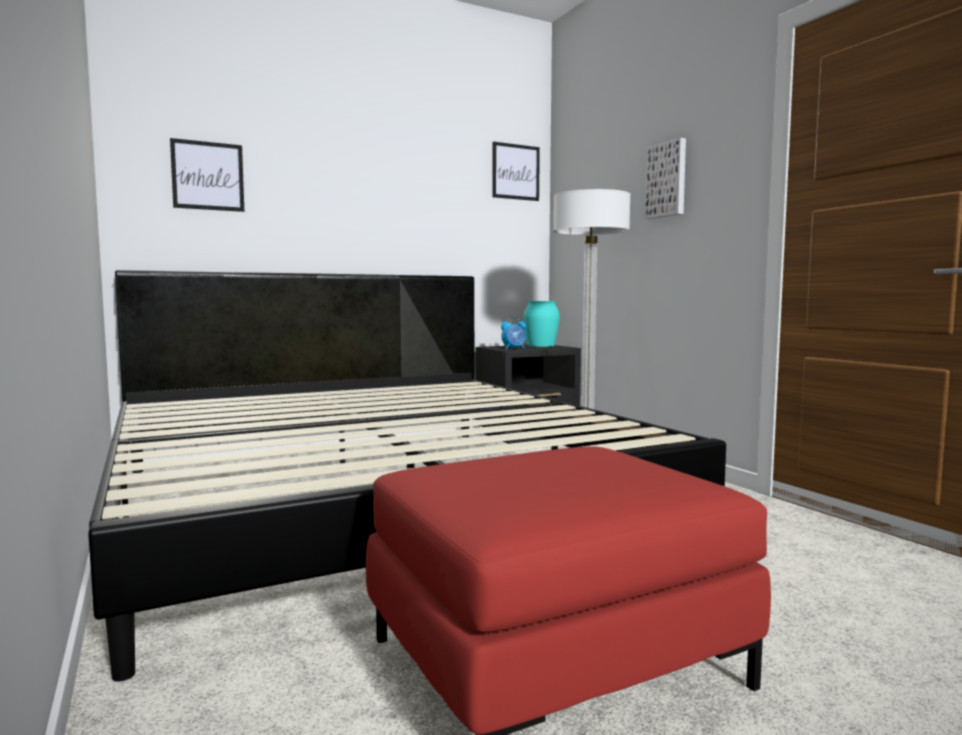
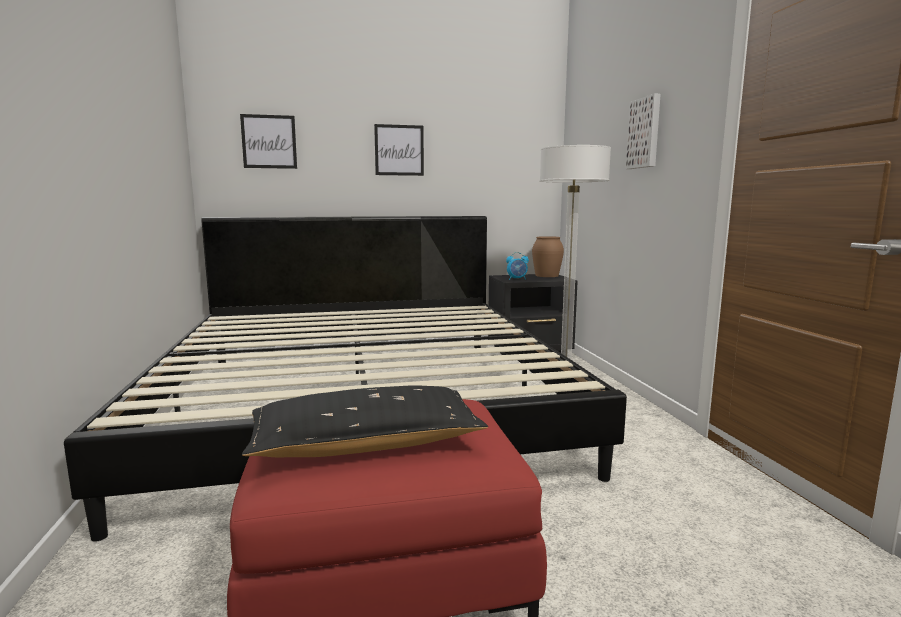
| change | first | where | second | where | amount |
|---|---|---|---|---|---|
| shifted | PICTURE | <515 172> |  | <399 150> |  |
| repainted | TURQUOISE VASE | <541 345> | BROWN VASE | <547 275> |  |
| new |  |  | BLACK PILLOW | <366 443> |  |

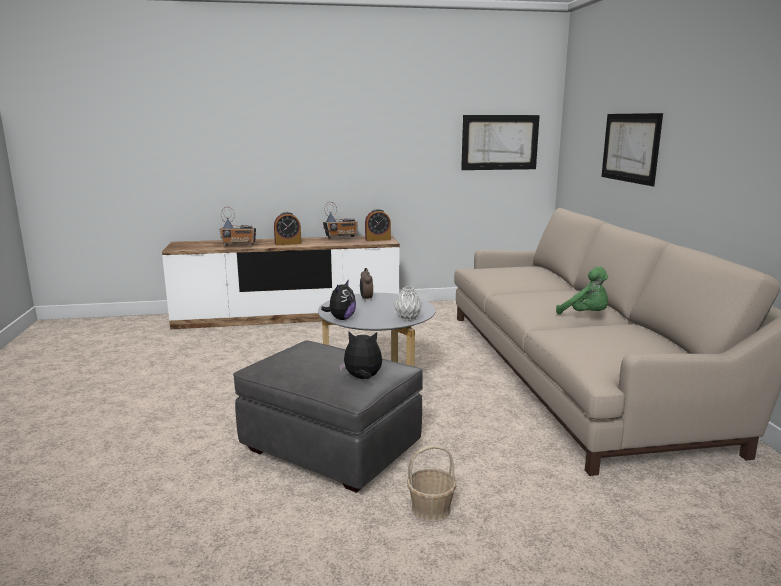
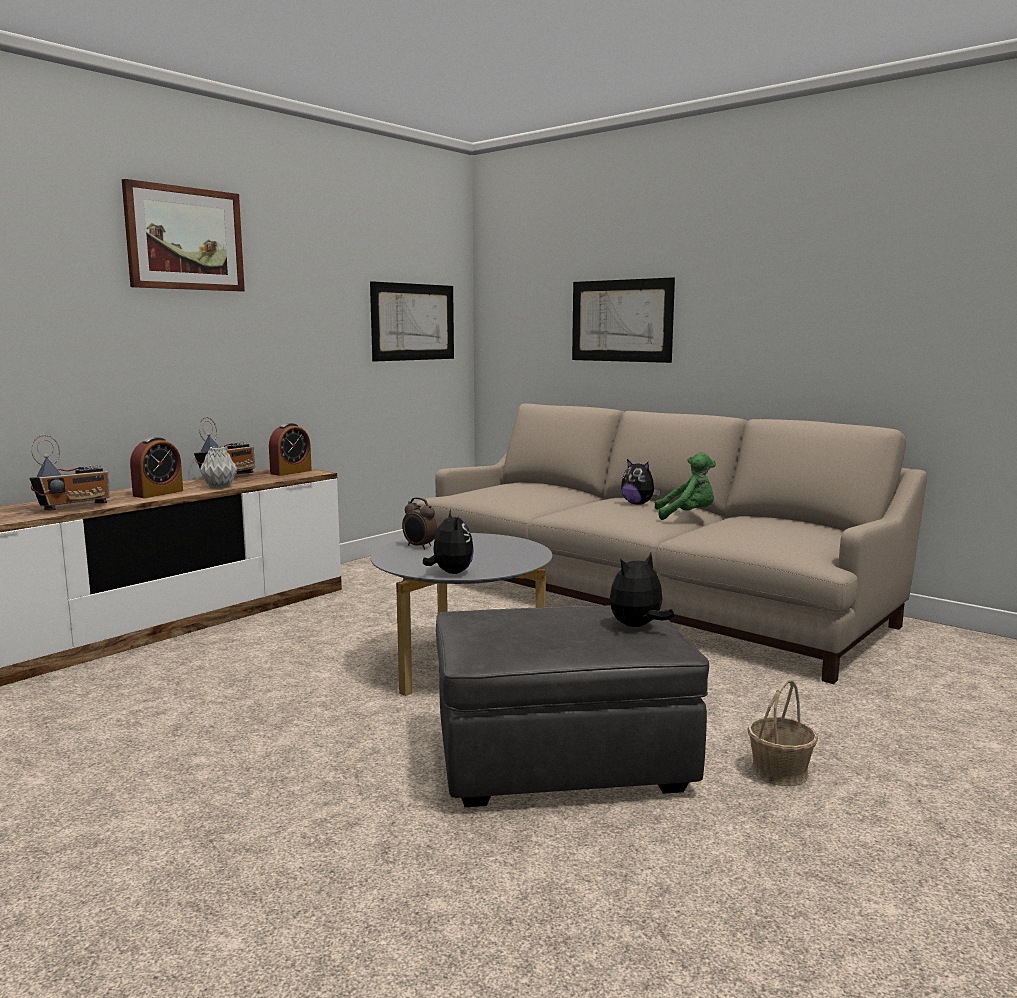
| change | first | where | second | where | amount |
|---|---|---|---|---|---|
| shifted | GREY VASE | <407 319> |  | <219 487> |  |
| new |  |  | PICTURE | <185 239> |  |
| new |  |  | PLUSH TOY | <638 504> |  |

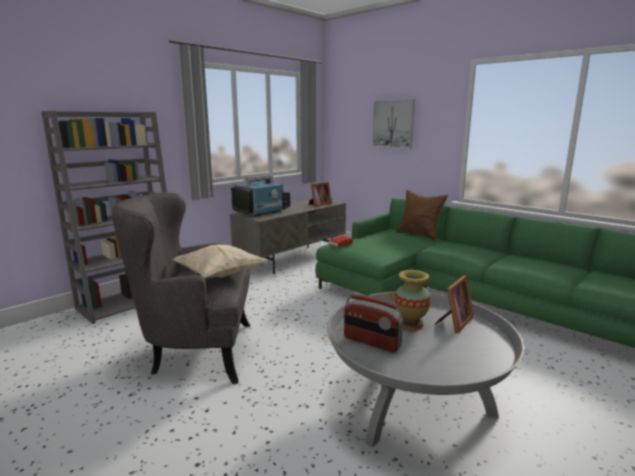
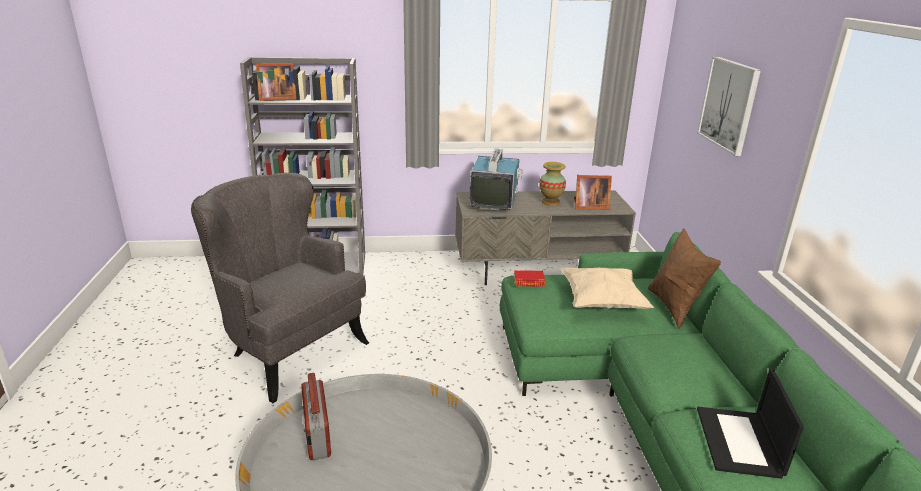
| change | first | where | second | where | amount |
|---|---|---|---|---|---|
| rotated | TELEVISION | <262 212> |  | <494 200> | 75 degrees counterclockwise |
| shifted | BEIGE PILLOW | <220 275> |  | <602 302> |  |
| shifted | VASE | <410 324> |  | <550 202> |  |
| shifted | PICTURE FRAME | <454 322> |  | <276 99> |  |
| new |  |  | LAPTOP | <739 442> |  |

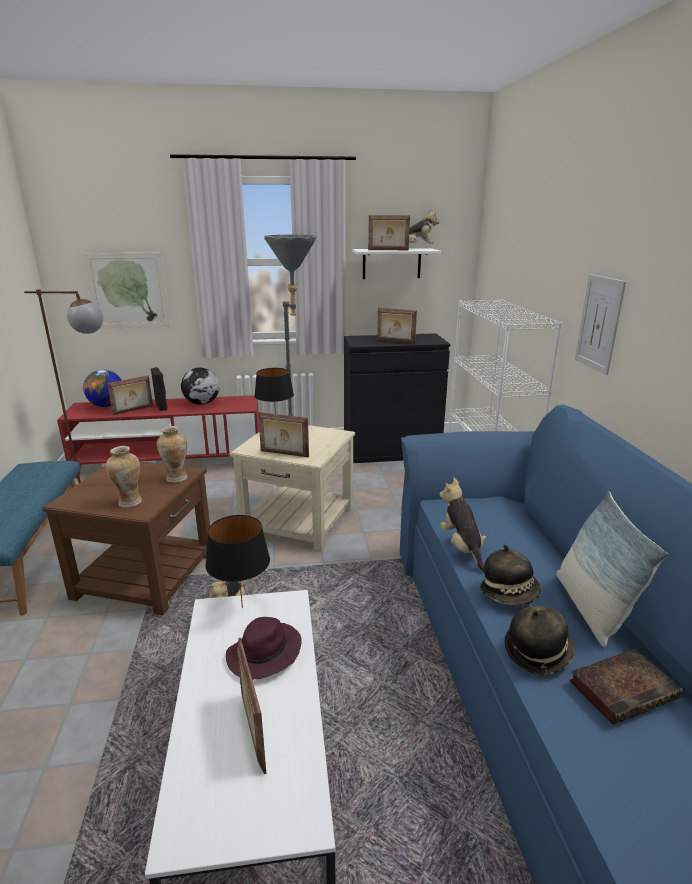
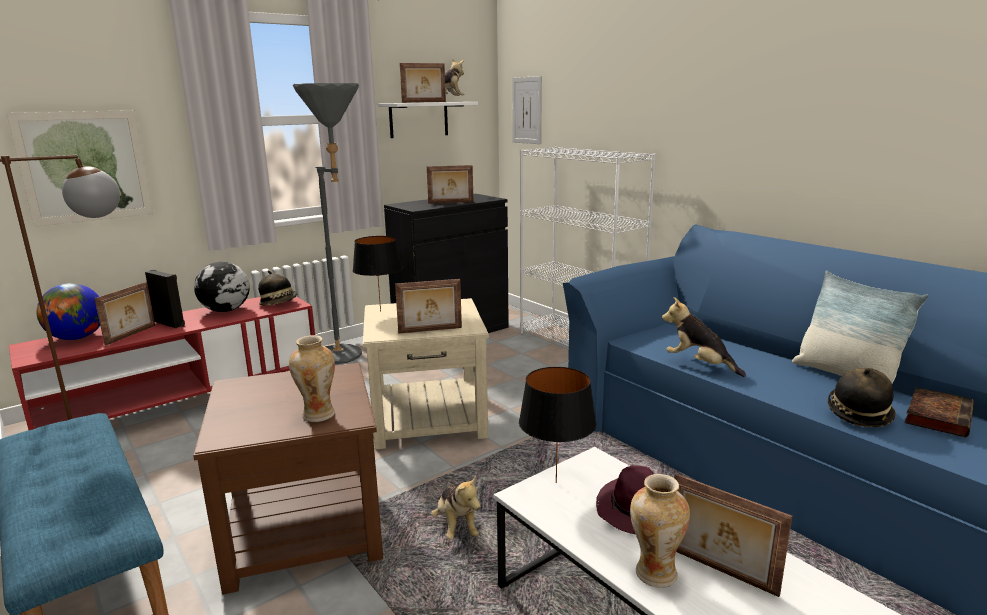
| change | first | where | second | where | amount |
|---|---|---|---|---|---|
| shifted | PICTURE | <599 323> |  | <527 110> |  |
| shifted | VASE | <176 478> |  | <654 573> |  |
| shifted | HAT | <509 593> |  | <279 303> |  |

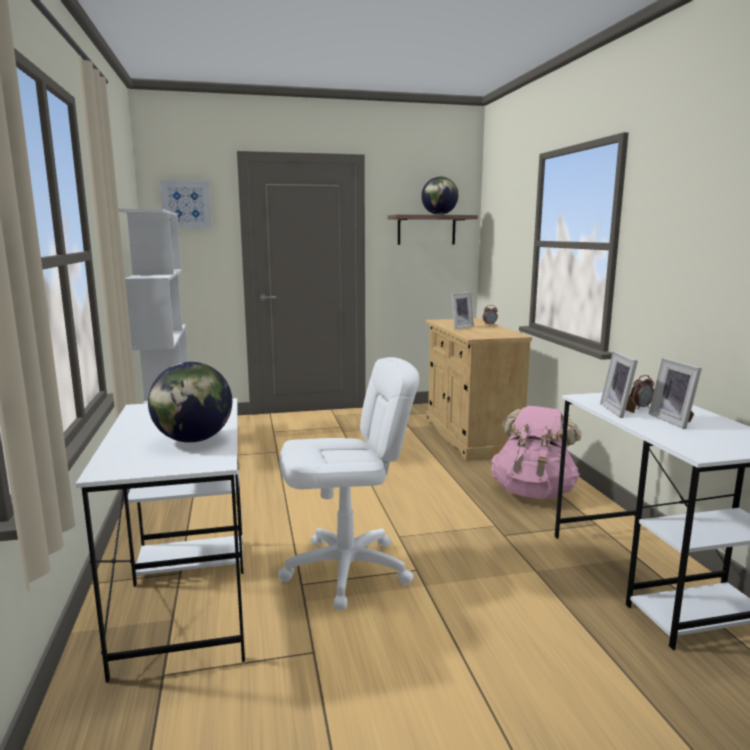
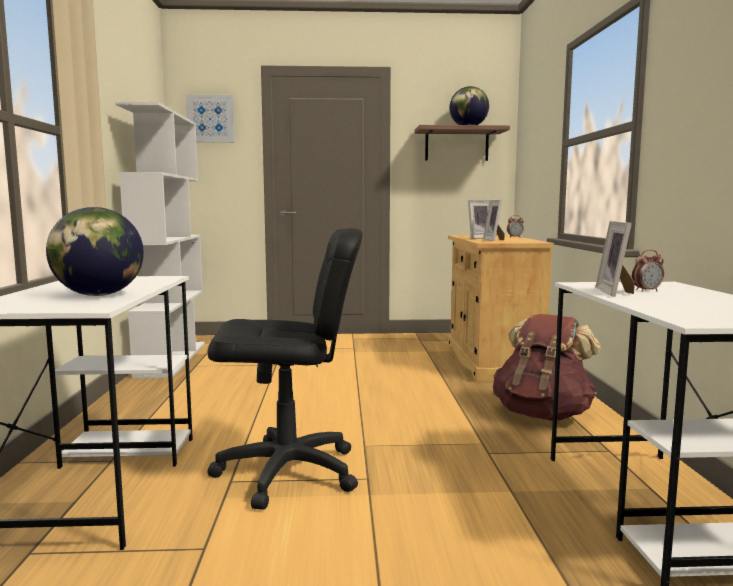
| change | first | where | second | where | amount |
|---|---|---|---|---|---|
| repainted | WHITE OFFICE CHAIR | <347 570> | BLACK OFFICE CHAIR | <288 472> |  |
| shifted | PICTURE FRAME | <674 420> |  | <495 240> |  |
| repainted | PINK BACKPACK | <533 492> | BROWN BACKPACK | <543 415> |  |

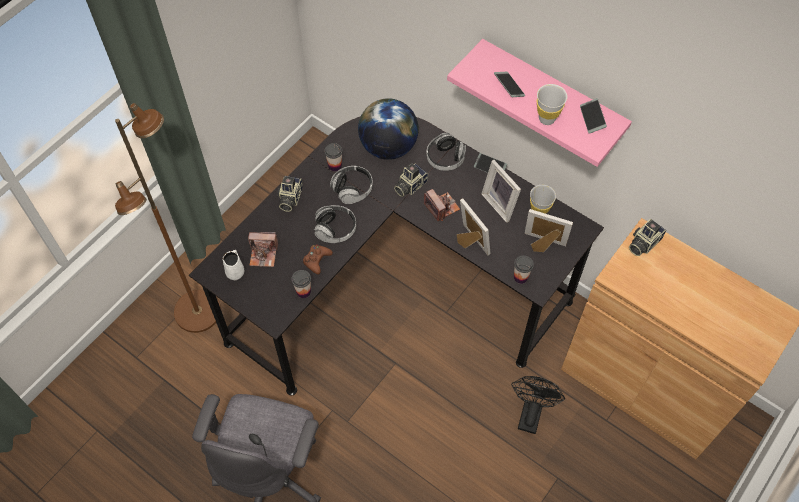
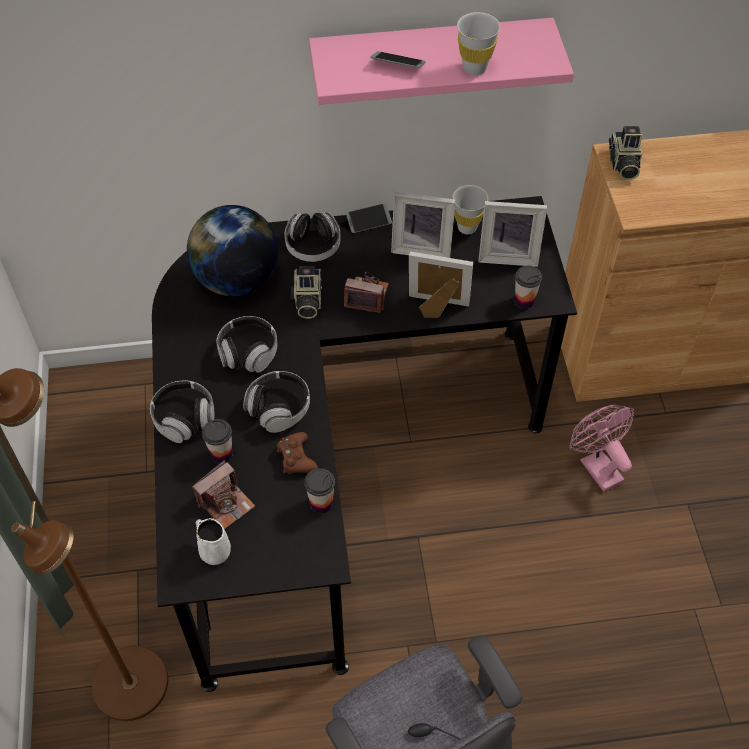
| change | first | where | second | where | amount |
|---|---|---|---|---|---|
| gone | PHONE | <592 118> |  |  |  |
| shifted | CUP | <335 166> |  | <221 454> |  |
| swapped | PHOTO CAMERA | <289 198> | HEADPHONES | <184 418> |  |
| rotated | PICTURE FRAME | <543 245> |  | <508 255> | 150 degrees counterclockwise |
| repainted | BLACK FAN | <530 412> | PINK FAN | <596 466> |  |

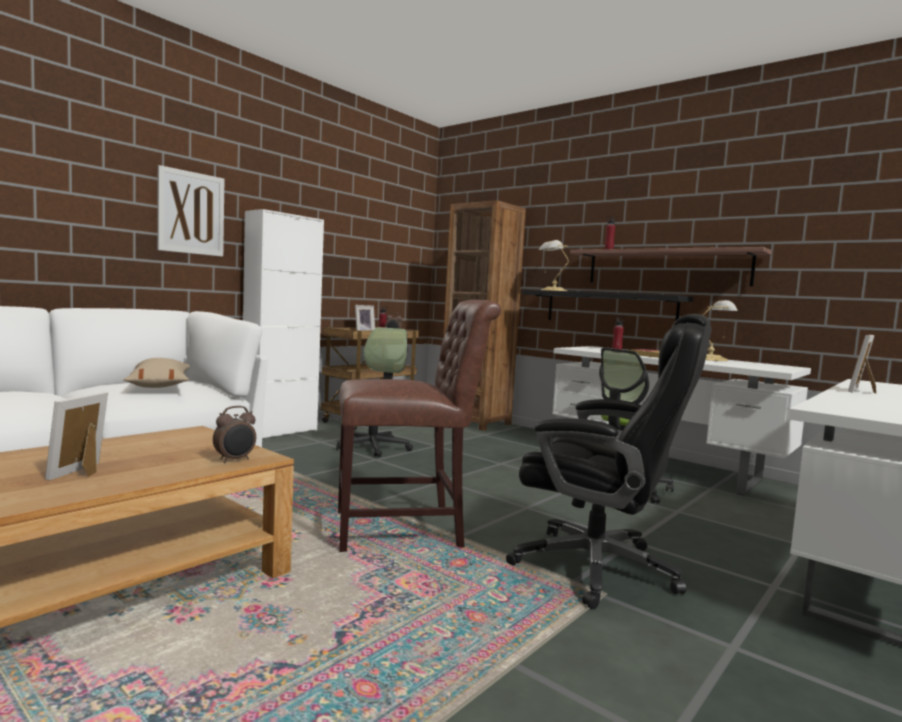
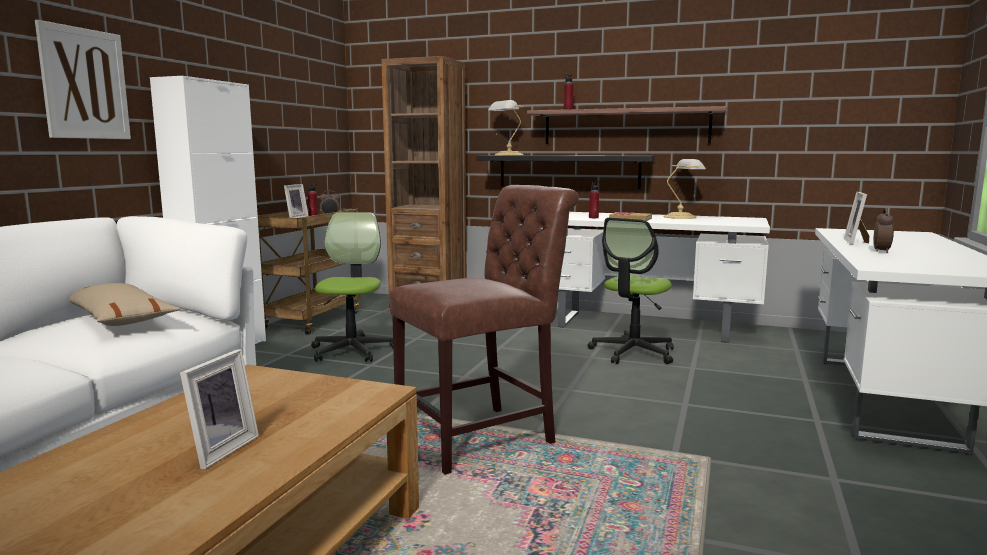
| change | first | where | second | where | amount |
|---|---|---|---|---|---|
| gone | BLACK OFFICE CHAIR | <599 568> |  |  |  |
| rotated | PICTURE FRAME | <83 472> |  | <219 450> | 150 degrees counterclockwise |
| shifted | ALARM CLOCK | <235 460> |  | <882 251> |  |

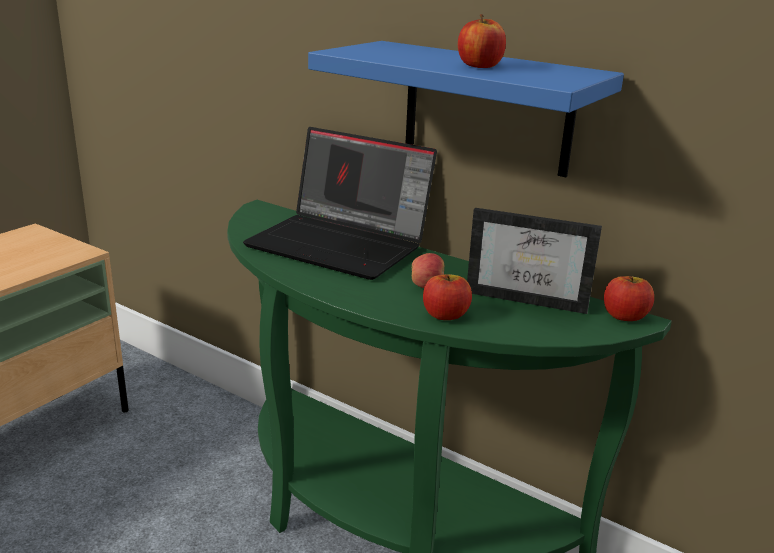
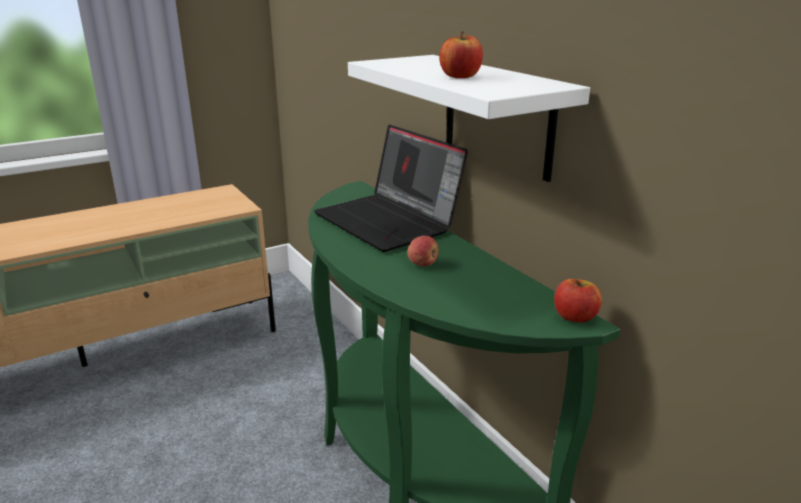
| change | first | where | second | where | amount |
|---|---|---|---|---|---|
| repainted | BLUE SHELF | <487 108> | WHITE SHELF | <497 115> |  |
| gone | PICTURE FRAME | <530 297> |  |  |  |
| gone | APPLE | <445 315> |  |  |  |

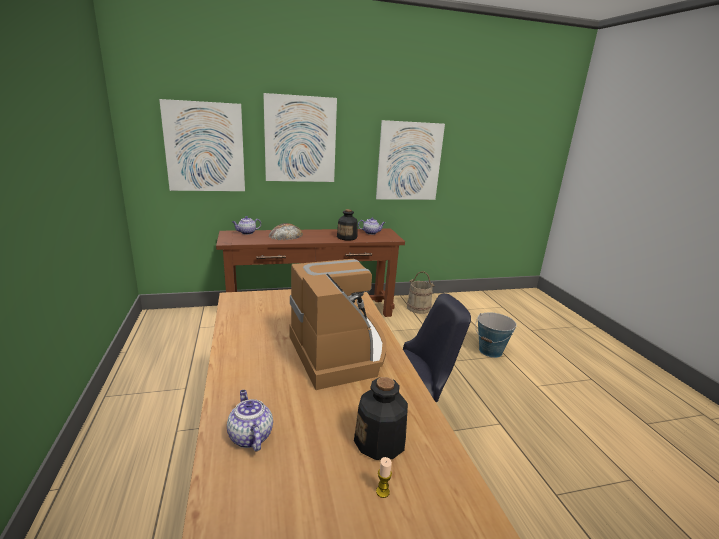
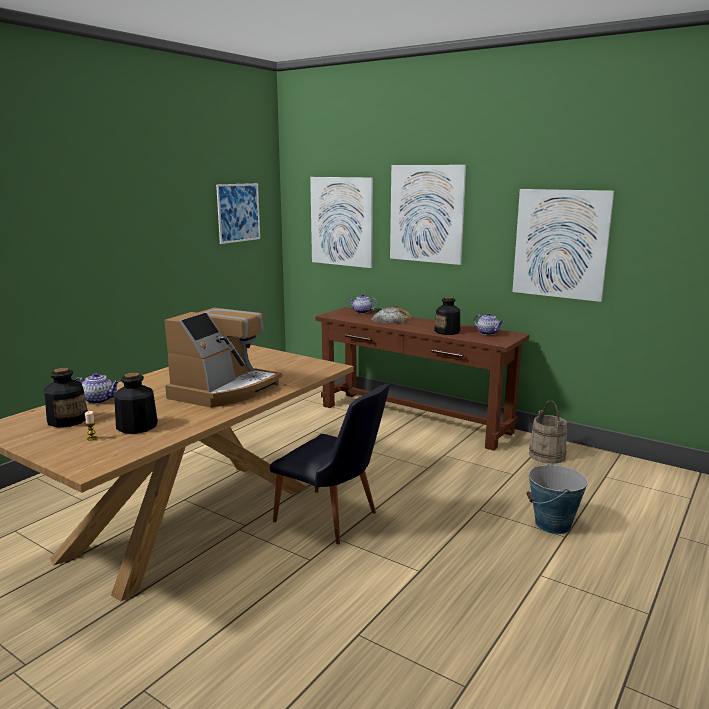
| change | first | where | second | where | amount |
|---|---|---|---|---|---|
| rotated | TEAPOT | <250 436> |  | <99 400> | 75 degrees clockwise |
| new |  |  | PICTURE | <238 212> |  |
| new |  |  | BOTTLE | <68 420> |  |

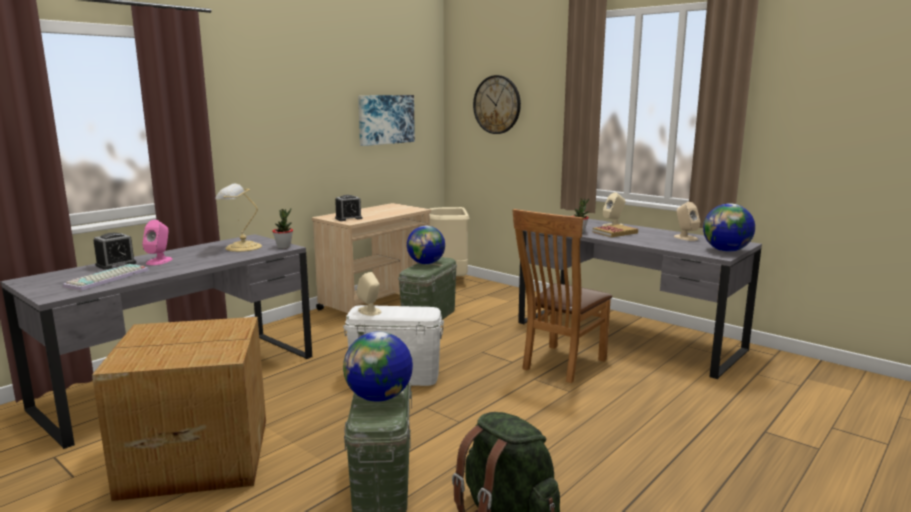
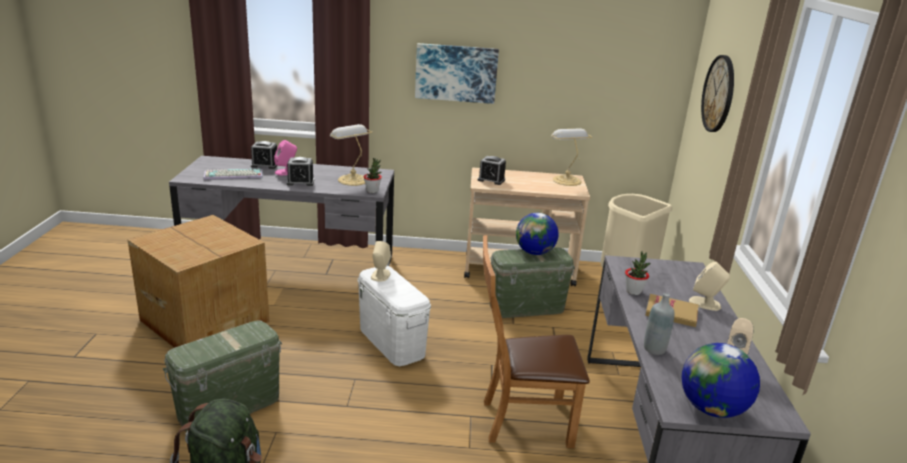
| change | first | where | second | where | amount |
|---|---|---|---|---|---|
| shifted | PICTURE | <385 119> |  | <456 73> |  |
| gone | GLOBE | <379 397> |  |  |  |
| new |  |  | TABLE LAMP | <566 180> |  |
| new |  |  | ALARM CLOCK | <300 182> |  |
| new |  |  | GREY BOTTLE | <654 349> |  |

